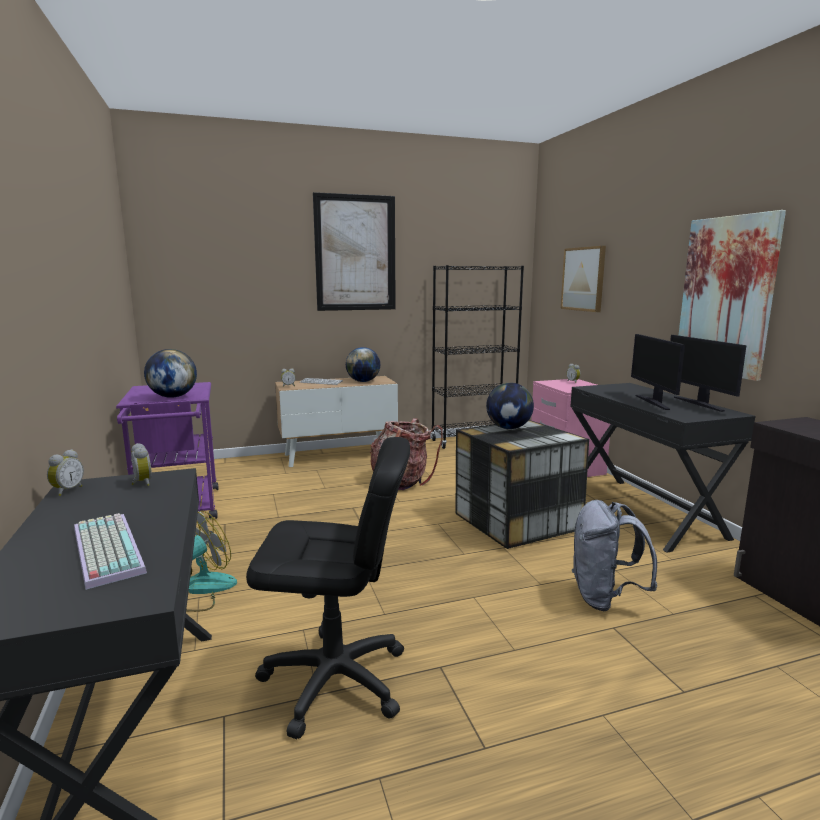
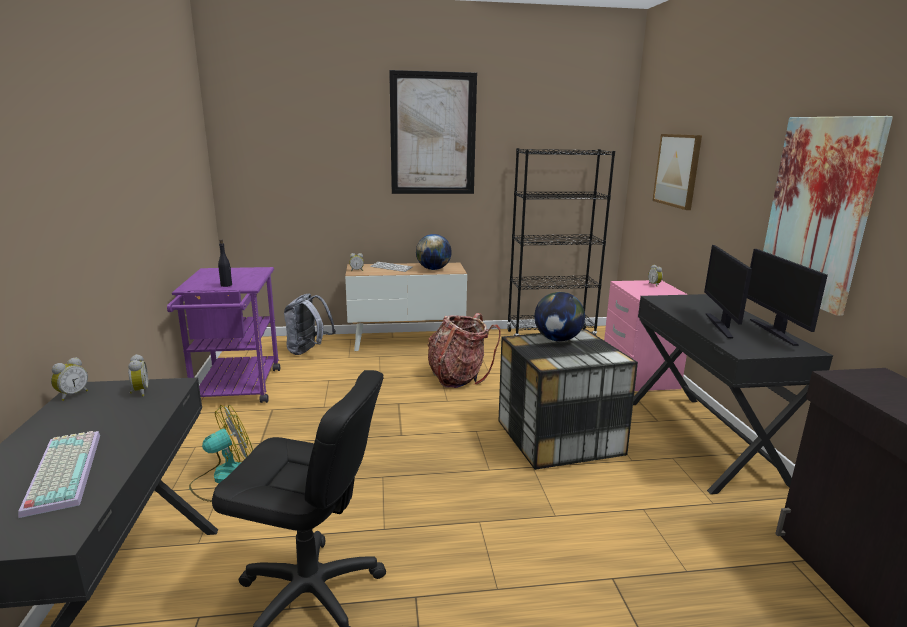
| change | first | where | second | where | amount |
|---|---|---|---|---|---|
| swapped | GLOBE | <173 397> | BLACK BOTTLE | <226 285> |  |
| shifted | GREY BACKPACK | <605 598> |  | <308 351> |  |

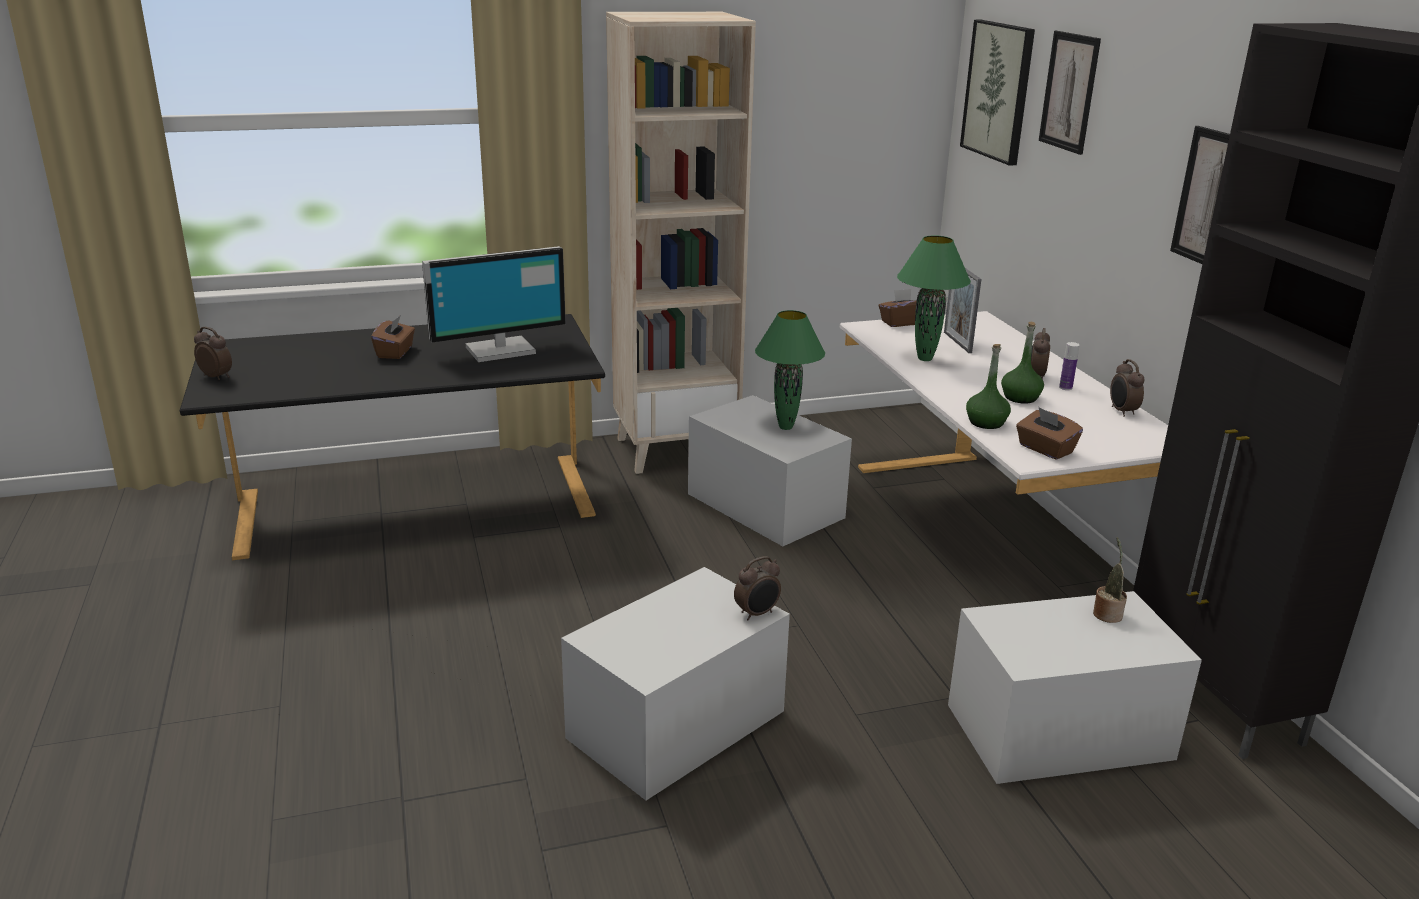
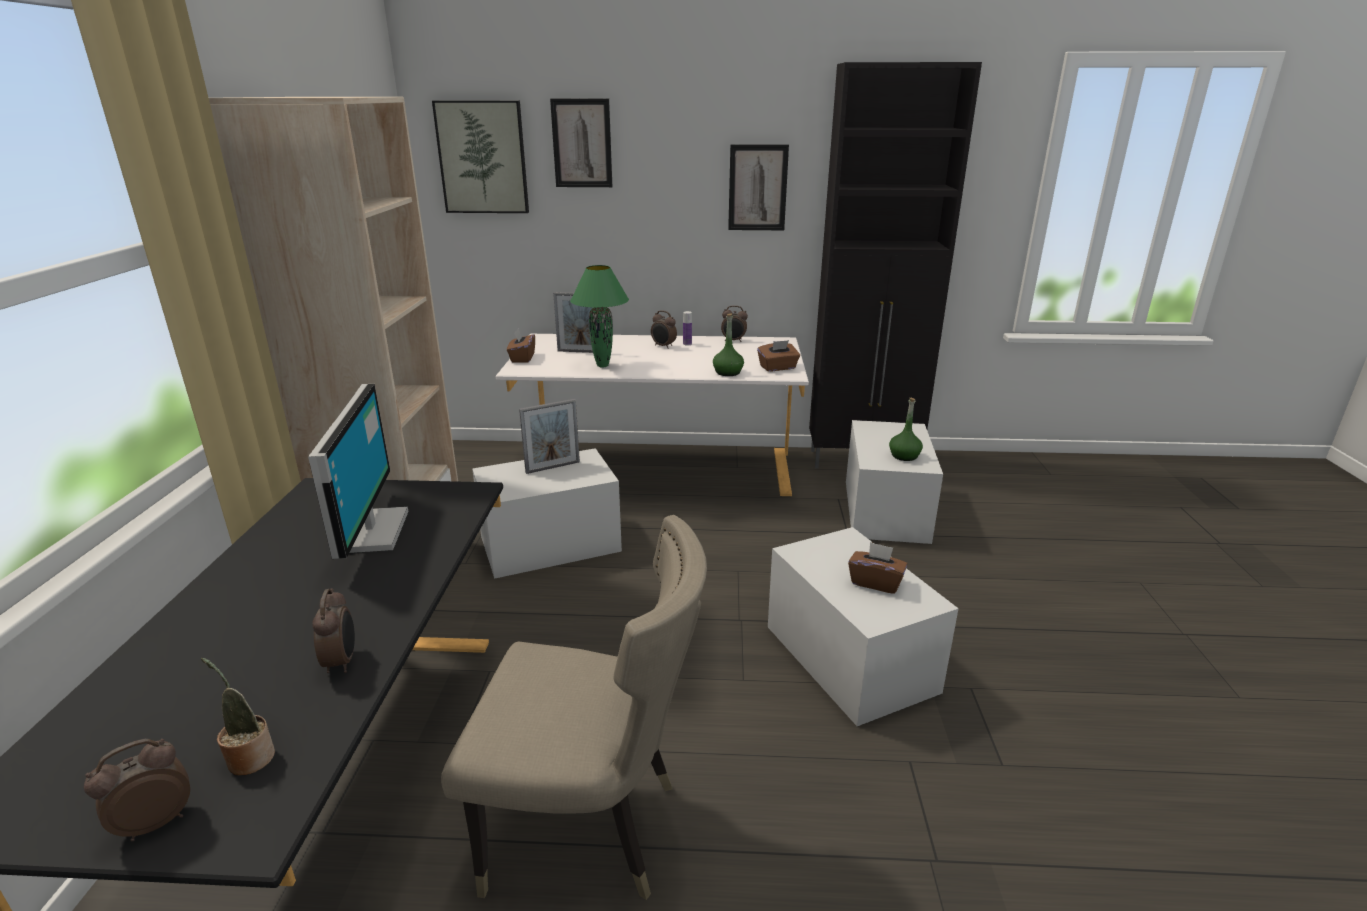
| change | first | where | second | where | amount |
|---|---|---|---|---|---|
| swapped | GREEN TABLE LAMP | <786 427> | PICTURE FRAME | <553 467> |  |
| shifted | BROWN TISSUE BOX | <395 352> |  | <875 582> |  |
| shifted | GREEN BOTTLE | <1020 397> |  | <904 456> |  |
| shifted | POTTED PLANT | <1107 613> |  | <249 757> |  |
| shifted | ALARM CLOCK | <757 614> |  | <342 661> |  |
| new |  |  | BEIGE CHAIR | <591 829> |  |

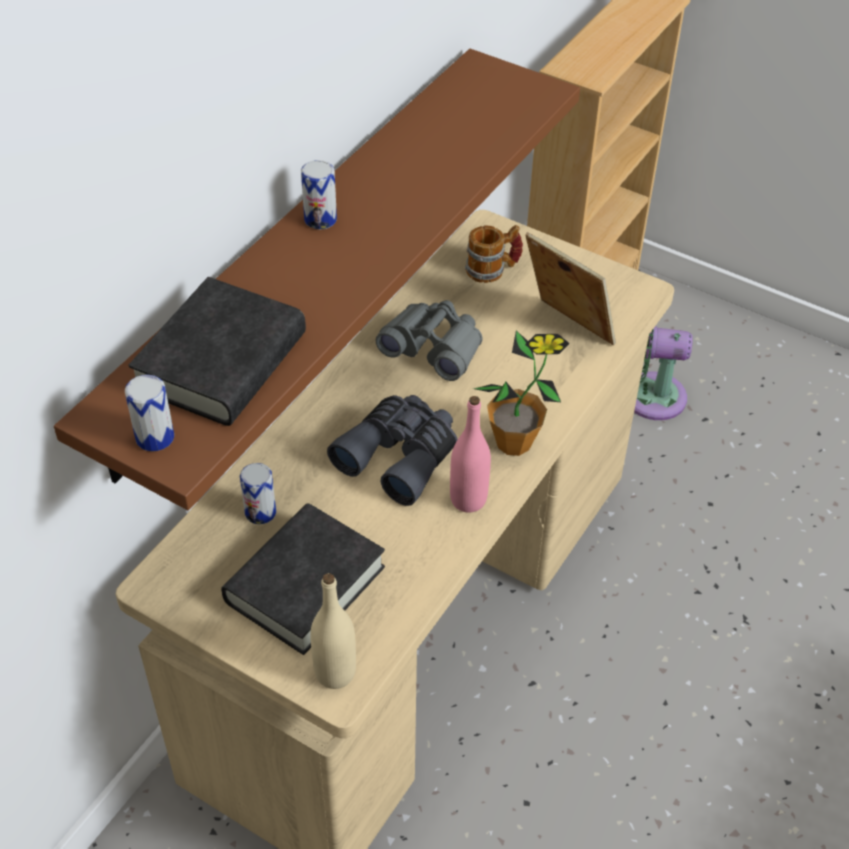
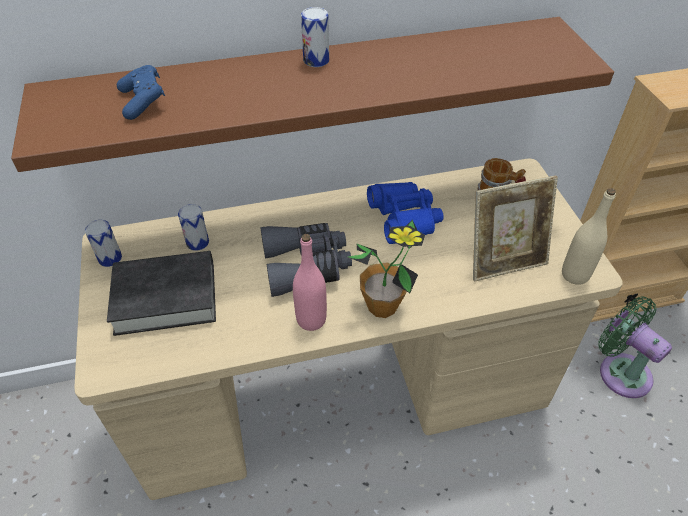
| change | first | where | second | where | amount |
|---|---|---|---|---|---|
| rotated | PICTURE FRAME | <566 329> |  | <504 261> | 75 degrees clockwise |
| swapped | BLACK BOOK | <221 362> | BLUE GAME CONTROLLER | <143 102> |  |
| repainted | GREY BINOCULARS | <434 347> | BLUE BINOCULARS | <404 218> |  |
| shifted | CAN | <155 437> |  | <110 258> |  |
| shifted | BEIGE BOTTLE | <335 673> |  | <575 275> |  |

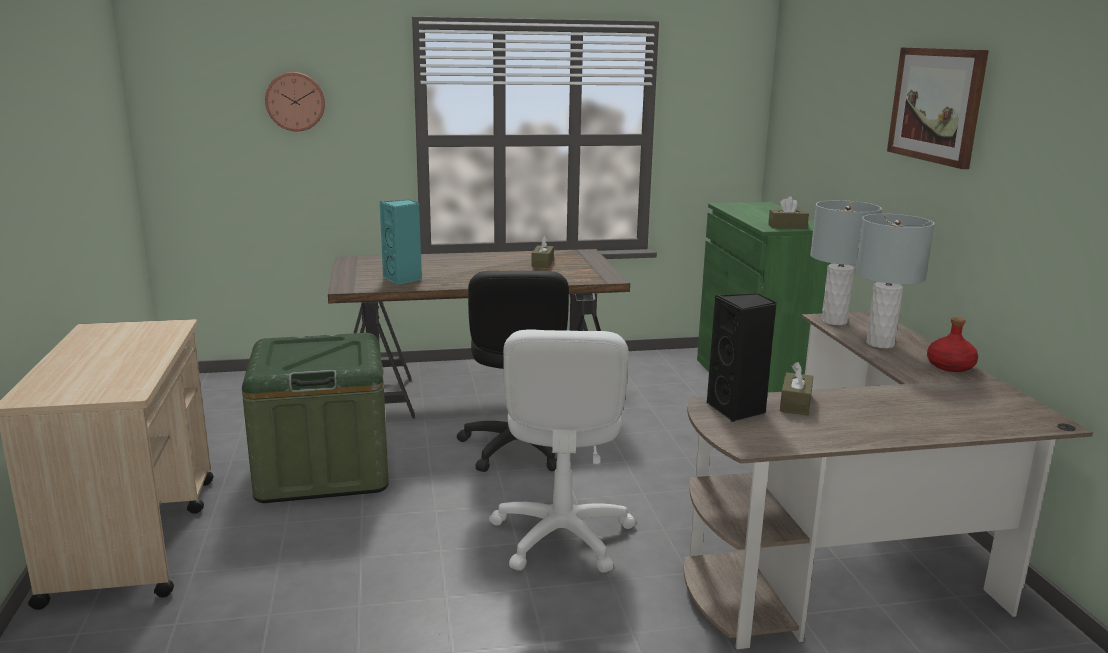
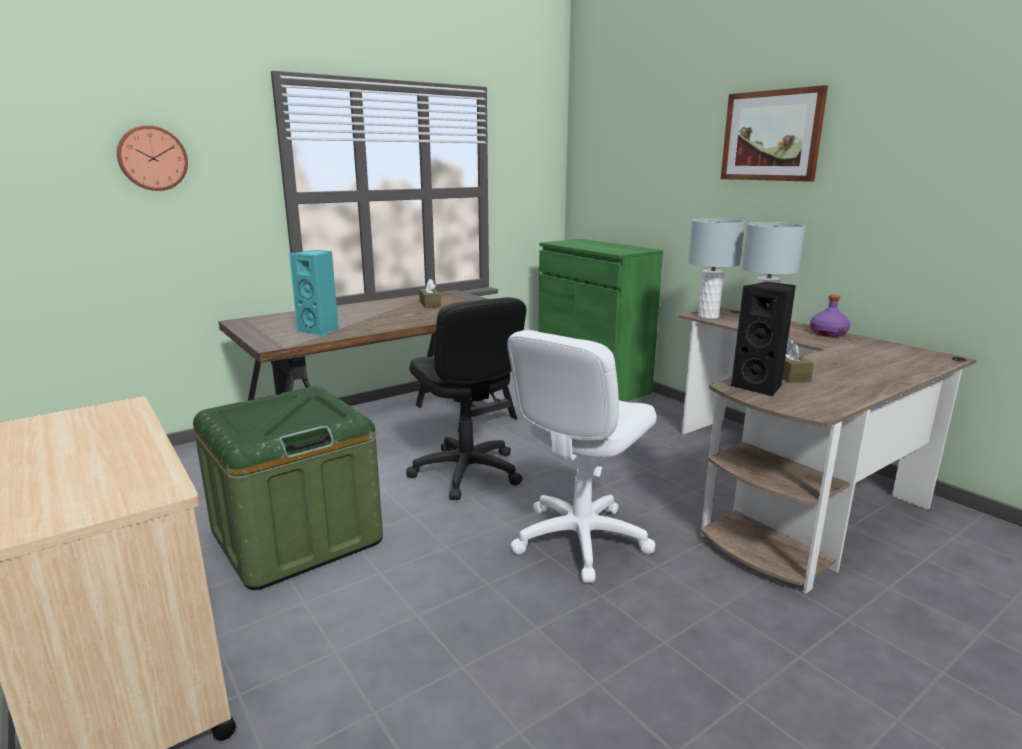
| change | first | where | second | where | amount |
|---|---|---|---|---|---|
| gone | BROWN TISSUE BOX | <787 226> |  |  |  |
| repainted | RED BOTTLE | <950 366> | PURPLE BOTTLE | <828 333> |  |
| rotated | WHITE OFFICE CHAIR | <561 536> |  | <580 539> | 60 degrees clockwise |

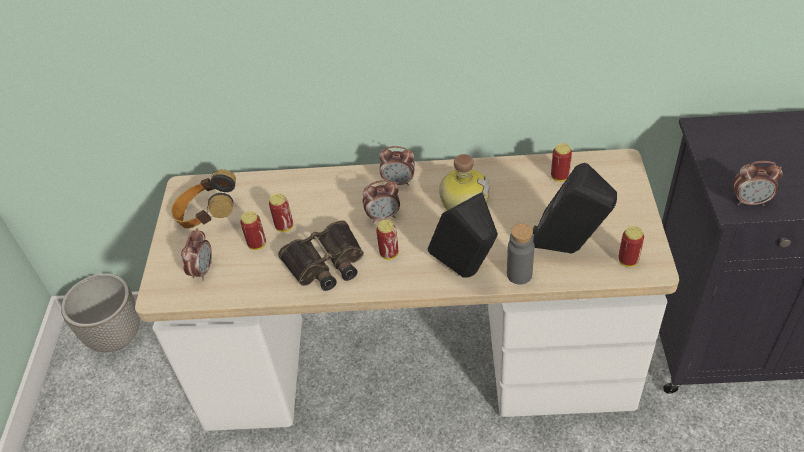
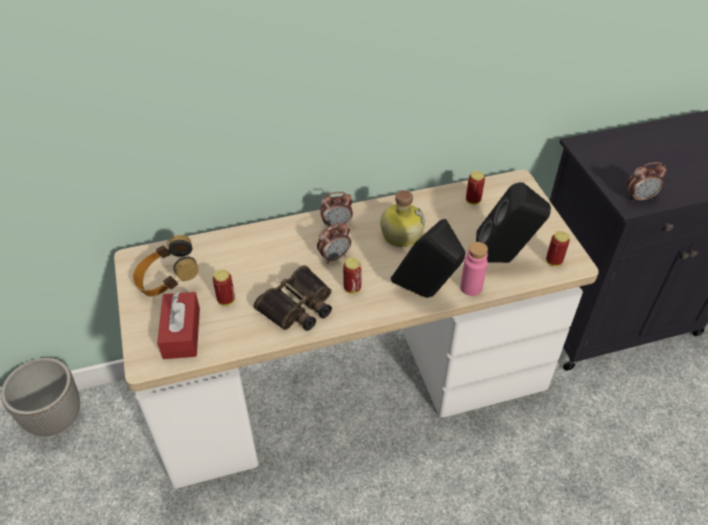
| change | first | where | second | where | amount |
|---|---|---|---|---|---|
| gone | CAN | <284 226> |  |  |  |
| repainted | GREY BOTTLE | <519 274> | PINK BOTTLE | <471 287> |  |
| swapped | ALARM CLOCK | <202 270> | RED TISSUE BOX | <181 333> |  |

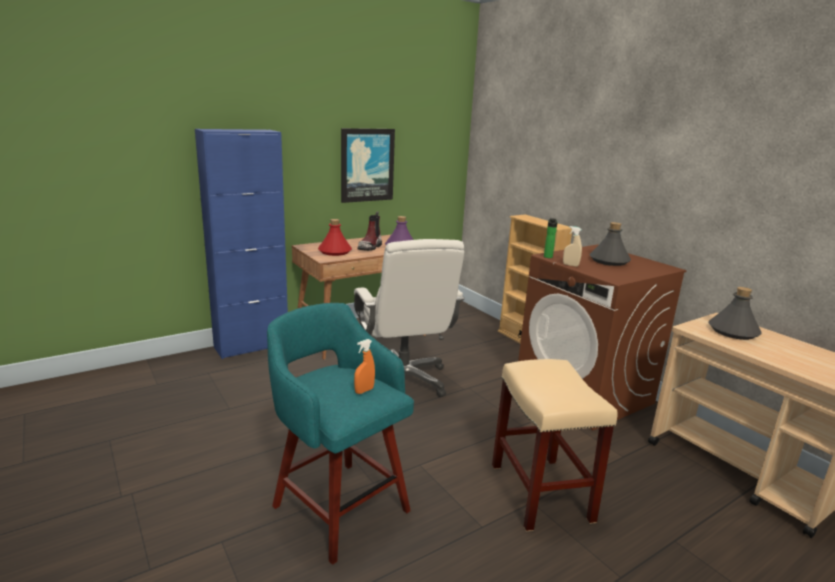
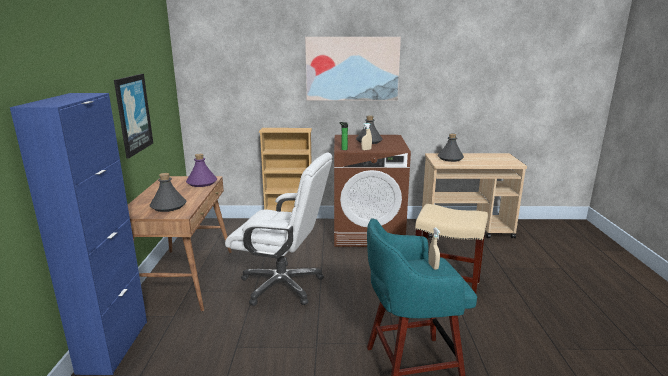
| change | first | where | second | where | amount |
|---|---|---|---|---|---|
| gone | BOOT | <370 247> |  |  |  |
| repainted | RED BOTTLE | <334 252> | GREY BOTTLE | <168 206> |  |
| repainted | ORANGE SPRAY BOTTLE | <364 390> | BEIGE SPRAY BOTTLE | <433 266> |  |
| new |  |  | PICTURE | <352 68> |  |

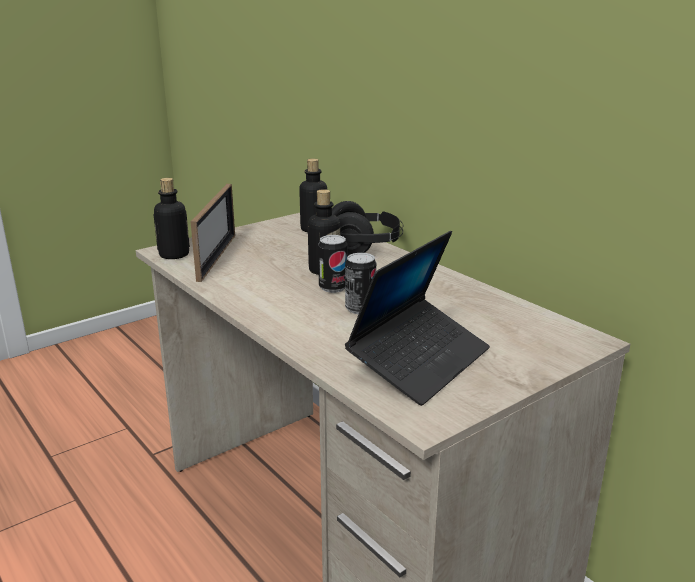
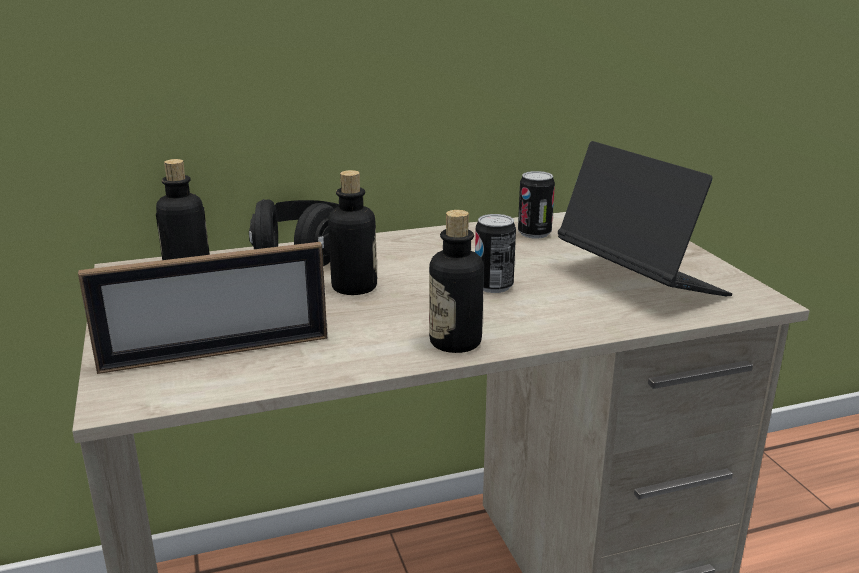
| change | first | where | second | where | amount |
|---|---|---|---|---|---|
| shifted | BOTTLE | <174 255> |  | <455 342> |  |
| rotated | PICTURE FRAME | <217 257> |  | <216 353> | 135 degrees clockwise |
| shifted | CAN | <333 288> |  | <534 233> |  |

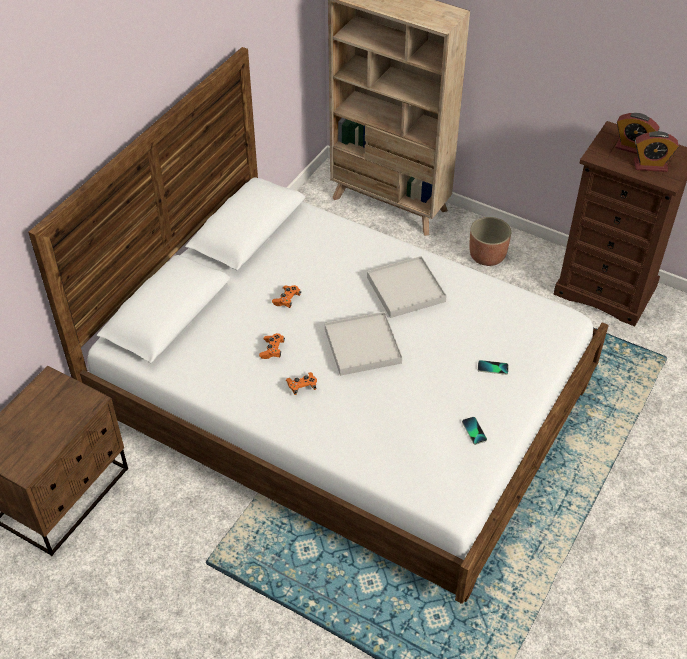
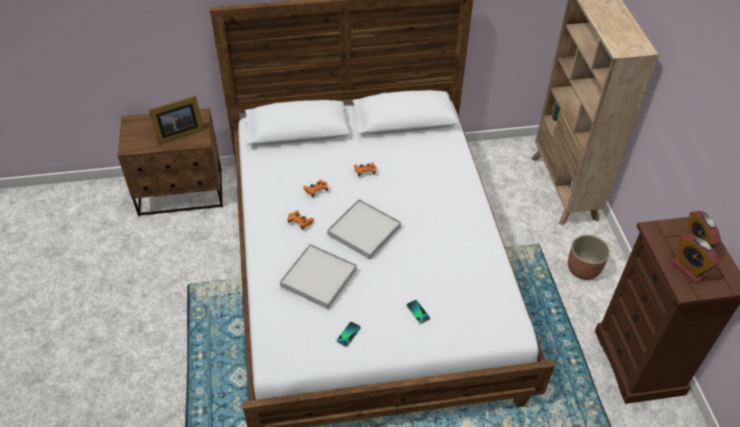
| change | first | where | second | where | amount |
|---|---|---|---|---|---|
| shifted | WHITE TRAY | <405 289> |  | <318 277> |  |
| new |  |  | PICTURE FRAME | <178 134> |  |

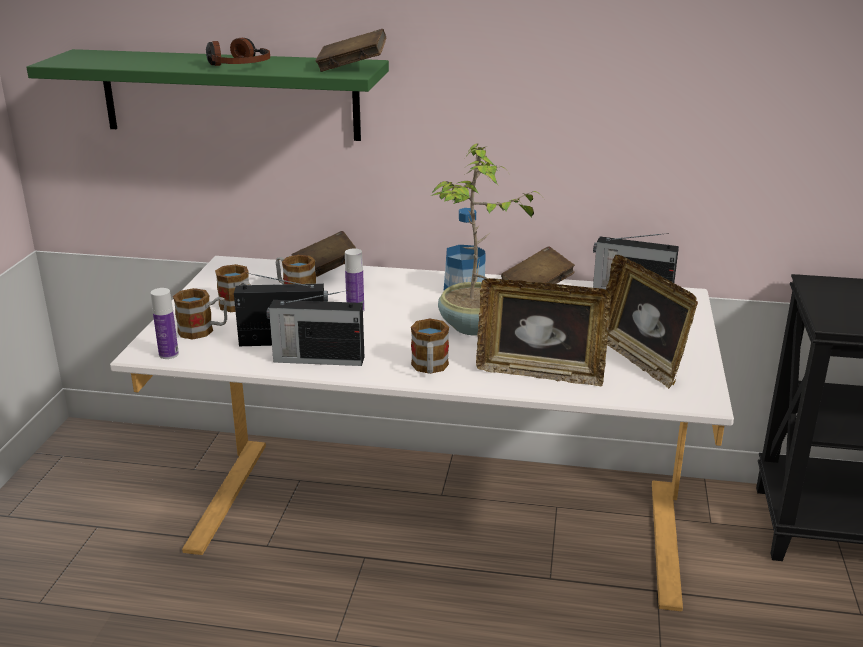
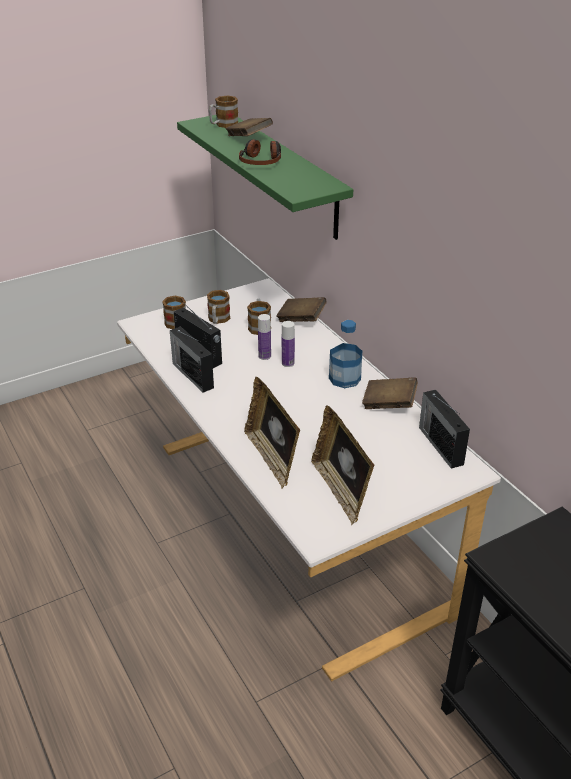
| change | first | where | second | where | amount |
|---|---|---|---|---|---|
| shifted | BROWN BOOK | <352 68> |  | <249 139> |  |
| gone | POTTED PLANT | <475 327> |  |  |  |
| rotated | PICTURE FRAME | <640 359> |  | <341 490> | 45 degrees counterclockwise |
| shifted | BOTTLE | <168 354> |  | <288 363> |  |
| shifted | MUG | <430 368> |  | <223 125> |  |

